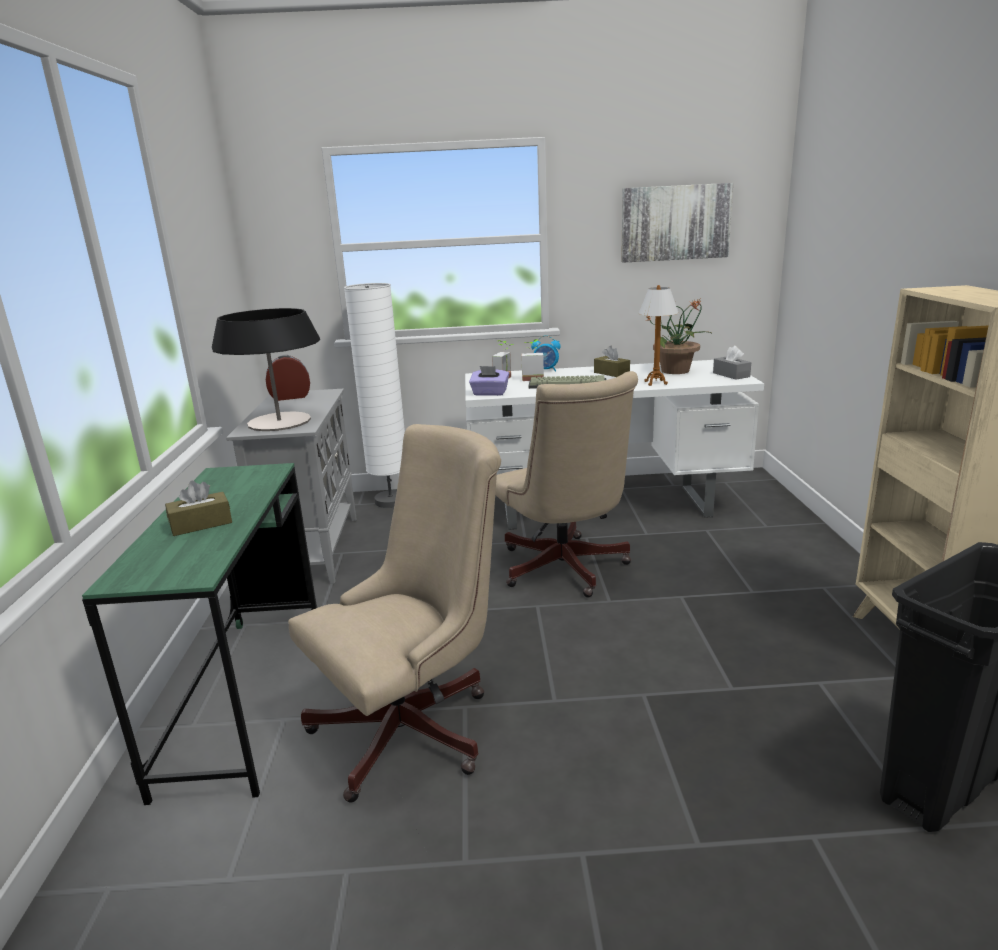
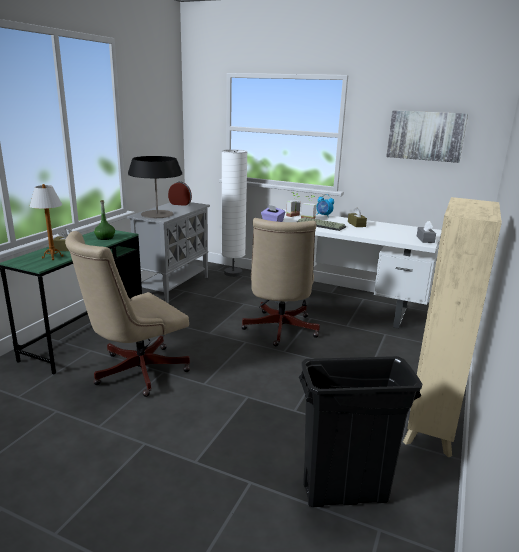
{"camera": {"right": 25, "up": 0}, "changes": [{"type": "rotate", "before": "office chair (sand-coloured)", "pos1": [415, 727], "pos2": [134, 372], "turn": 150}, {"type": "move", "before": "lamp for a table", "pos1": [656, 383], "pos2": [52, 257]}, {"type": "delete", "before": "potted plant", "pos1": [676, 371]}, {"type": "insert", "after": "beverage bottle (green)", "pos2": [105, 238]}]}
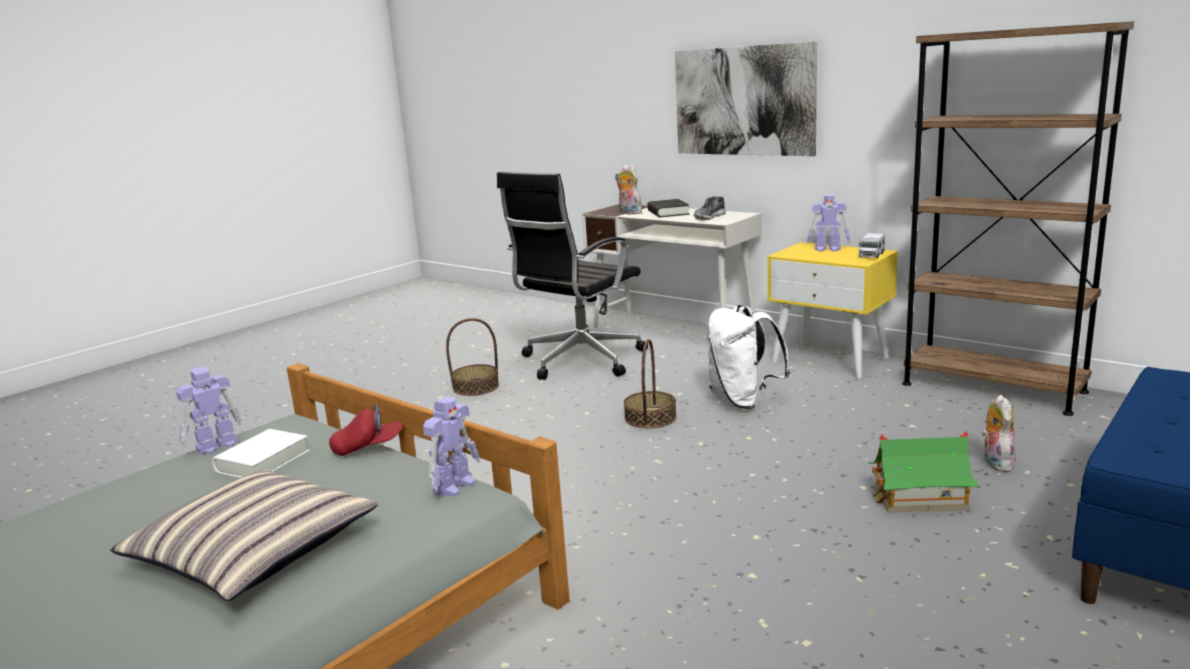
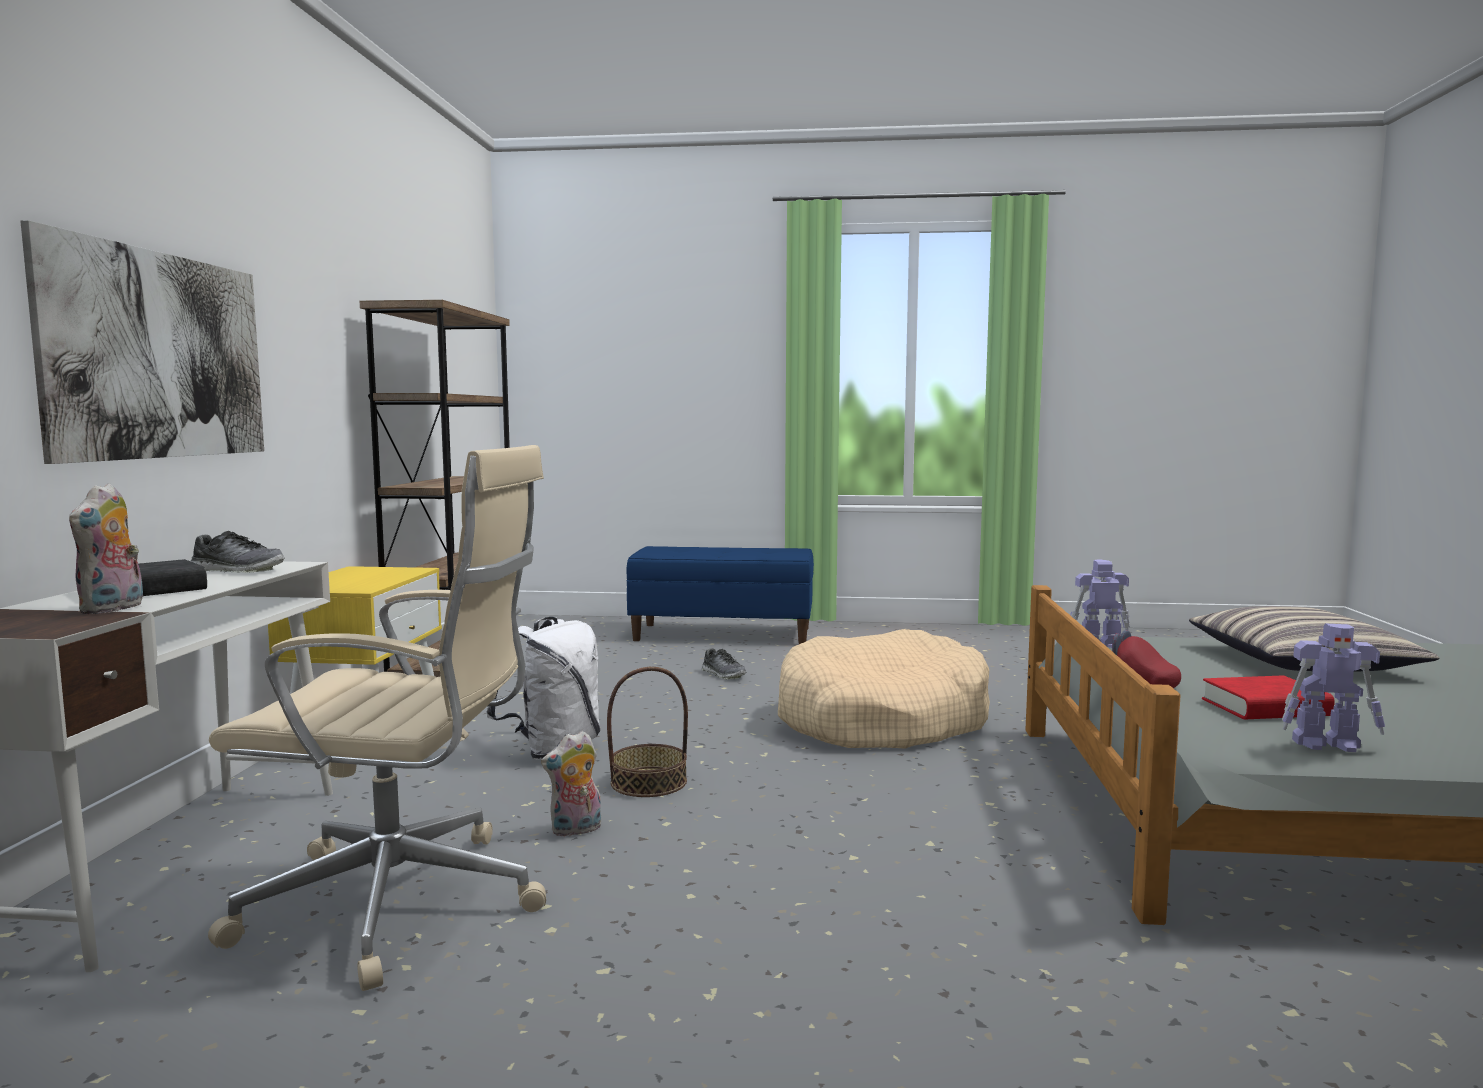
{"camera": {"right": -125, "up": -10}, "changes": [{"type": "recolor", "before": "book (whitish)", "after": "book (red-coloured)", "pos1": [263, 461], "pos2": [1265, 708]}, {"type": "delete", "before": "storage basket", "pos1": [476, 387]}, {"type": "recolor", "before": "office chair (black)", "after": "office chair (sand-coloured)", "pos1": [579, 361], "pos2": [403, 904]}, {"type": "delete", "before": "toy robot", "pos1": [828, 249]}, {"type": "delete", "before": "model truck", "pos1": [871, 255]}, {"type": "replace", "before": "toy house", "after": "low shoe", "pos1": [919, 498], "pos2": [723, 675]}, {"type": "move", "before": "soft toy", "pos1": [995, 463], "pos2": [575, 830]}, {"type": "insert", "after": "dog cushion (sand-coloured)", "pos2": [881, 719]}]}
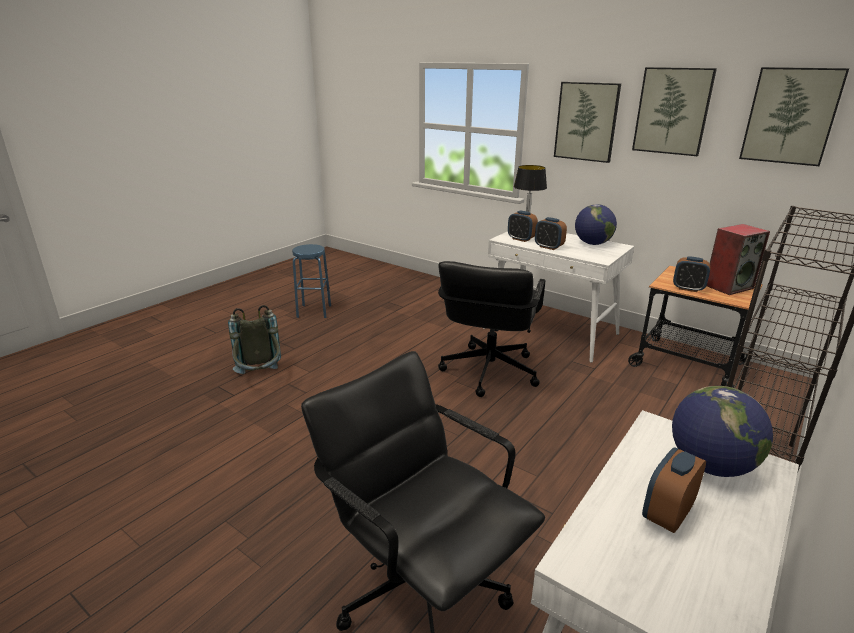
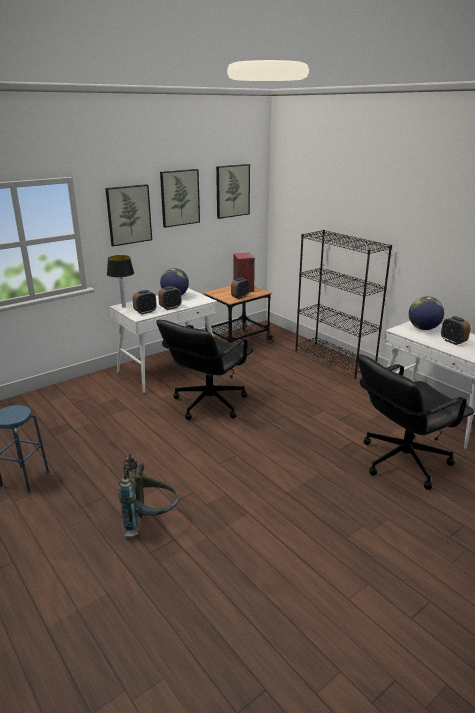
{"camera": {"right": -75, "up": 0}, "changes": [{"type": "rotate", "before": "office chair (black)", "pos1": [488, 371], "pos2": [208, 403], "turn": 90}]}
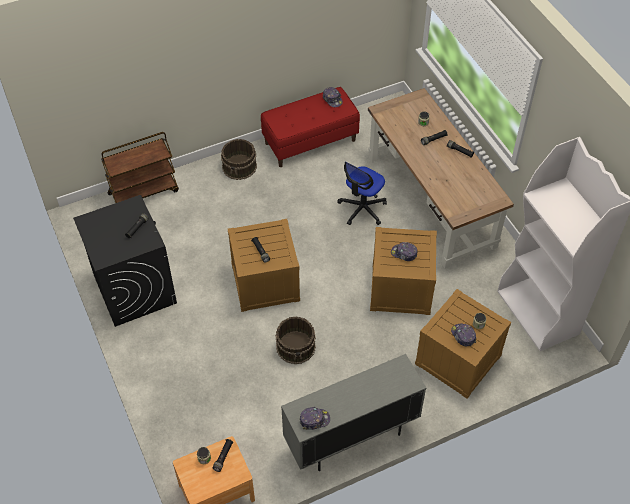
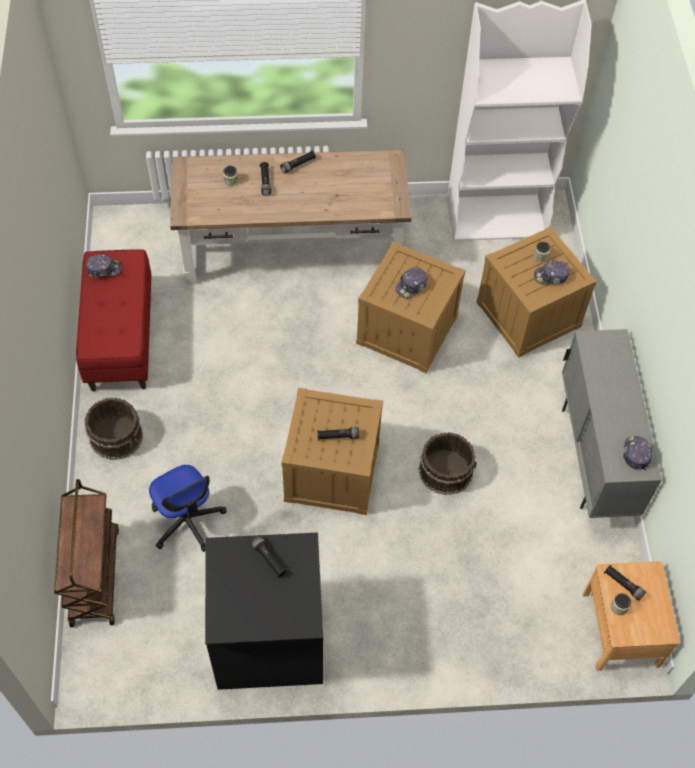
{"camera": {"right": -70, "up": 5}, "changes": [{"type": "move", "before": "office chair", "pos1": [362, 209], "pos2": [187, 521]}]}
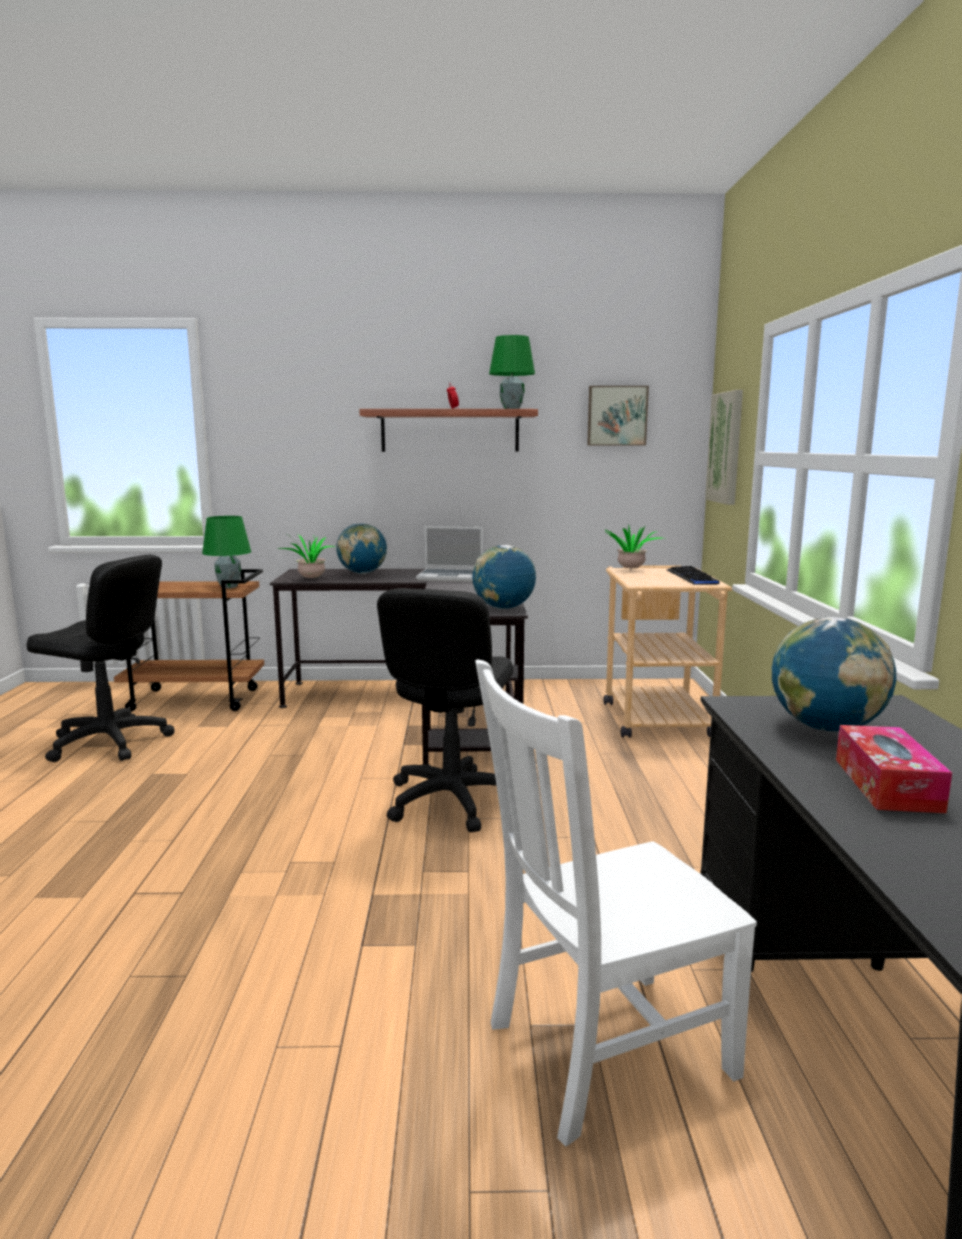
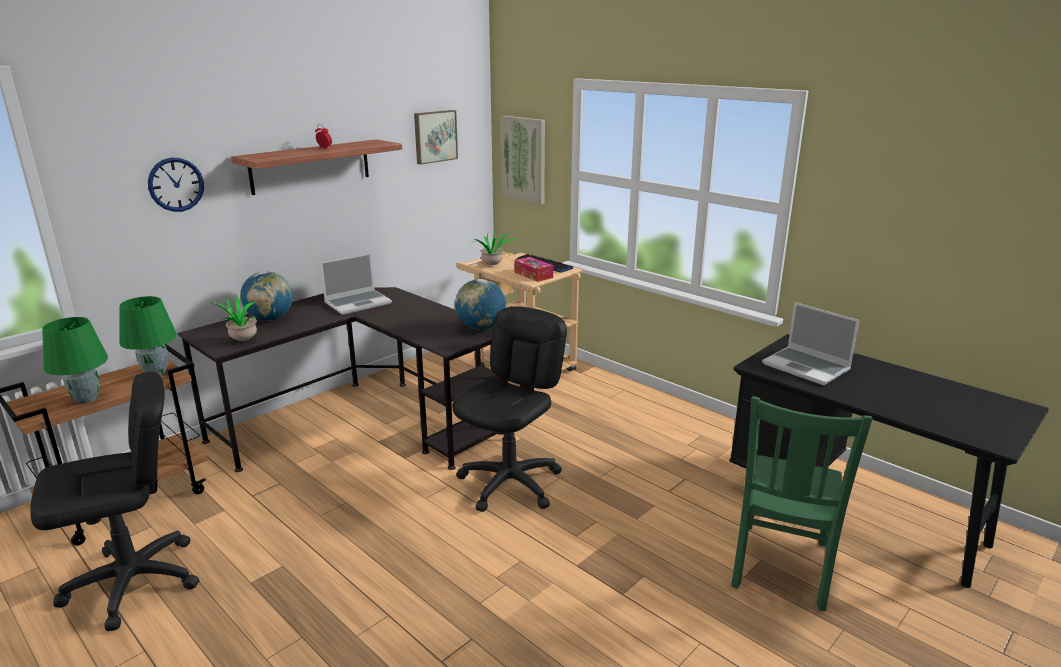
{"camera": {"right": -45, "up": 10}, "changes": [{"type": "rotate", "before": "office chair (black)", "pos1": [451, 800], "pos2": [510, 483], "turn": -120}, {"type": "recolor", "before": "chair (whitish)", "after": "chair (green)", "pos1": [602, 1051], "pos2": [780, 567]}, {"type": "move", "before": "lamp for a table (green)", "pos1": [511, 409], "pos2": [85, 399]}, {"type": "replace", "before": "world globe", "after": "laptop", "pos1": [826, 728], "pos2": [807, 367]}, {"type": "move", "before": "box of tissues", "pos1": [886, 784], "pos2": [533, 275]}, {"type": "insert", "after": "hanging clock", "pos2": [176, 184]}]}
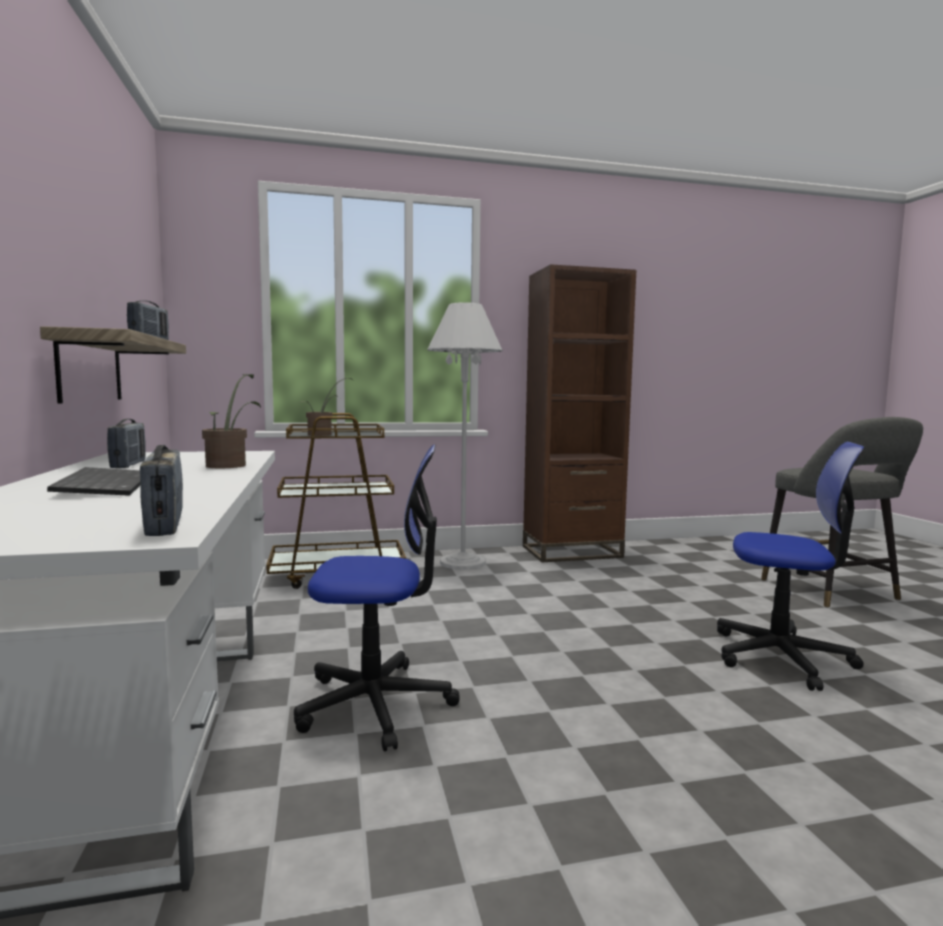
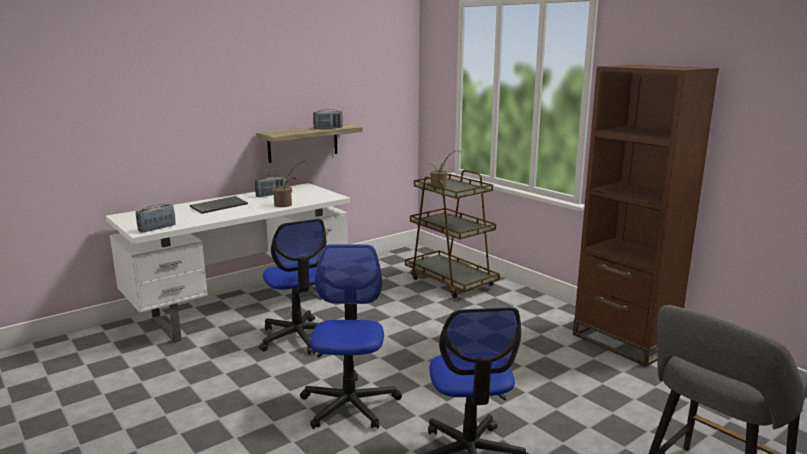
{"camera": {"right": 65, "up": 10}, "changes": [{"type": "delete", "before": "standard lamp (whitish)", "pos1": [463, 562]}, {"type": "insert", "after": "office chair", "pos2": [349, 405]}]}
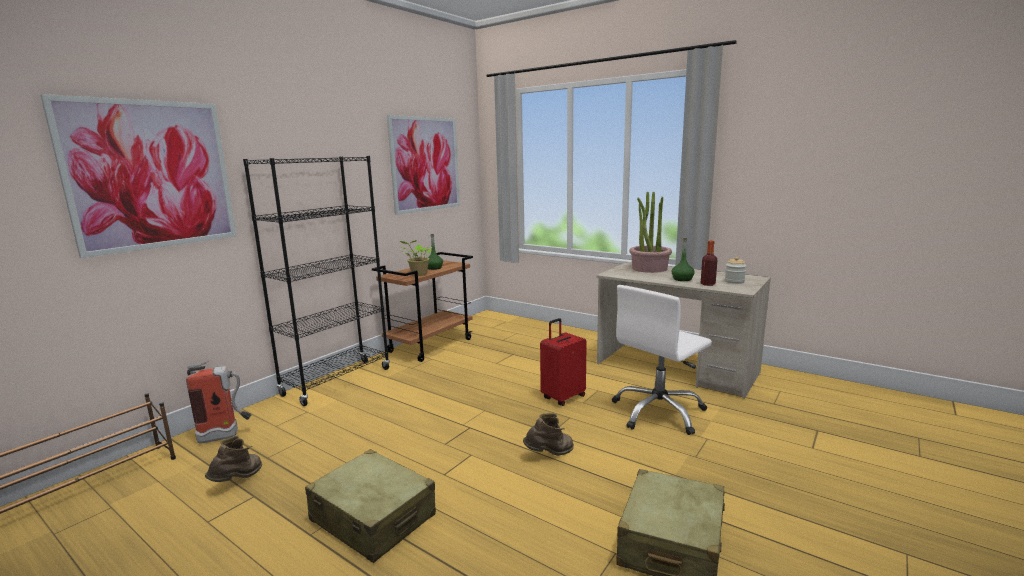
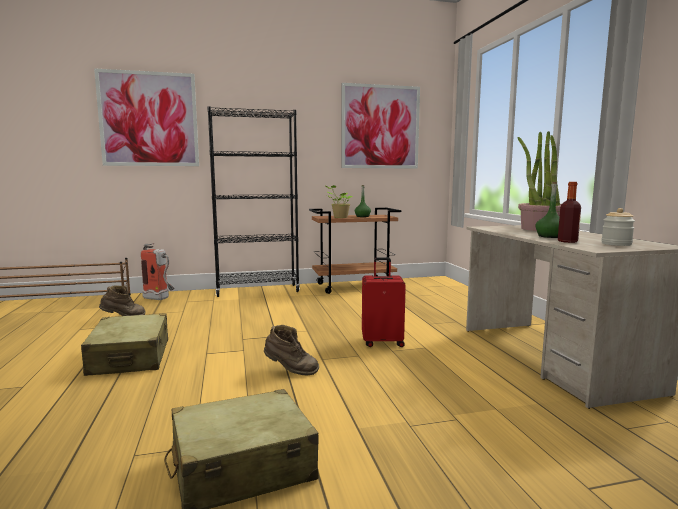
{"camera": {"right": 40, "up": -5}, "changes": [{"type": "delete", "before": "office chair (whitish)", "pos1": [659, 412]}]}
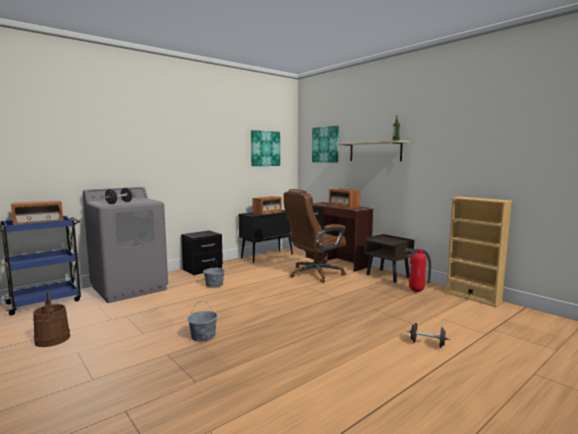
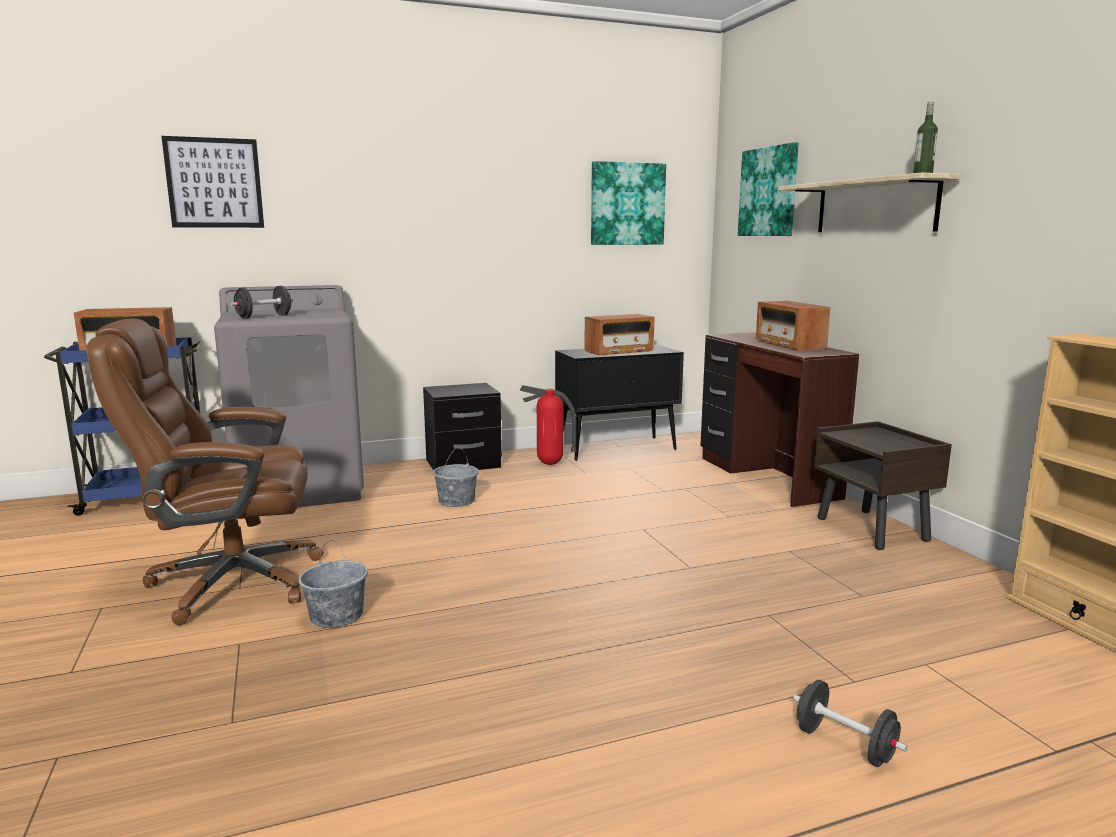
{"camera": {"right": 20, "up": 5}, "changes": [{"type": "delete", "before": "pail (brown)", "pos1": [52, 339]}, {"type": "move", "before": "office chair (brown)", "pos1": [314, 274], "pos2": [231, 582]}, {"type": "move", "before": "fire-fighting cylinder", "pos1": [416, 291], "pos2": [549, 464]}, {"type": "insert", "after": "wall picture", "pos2": [214, 183]}]}
